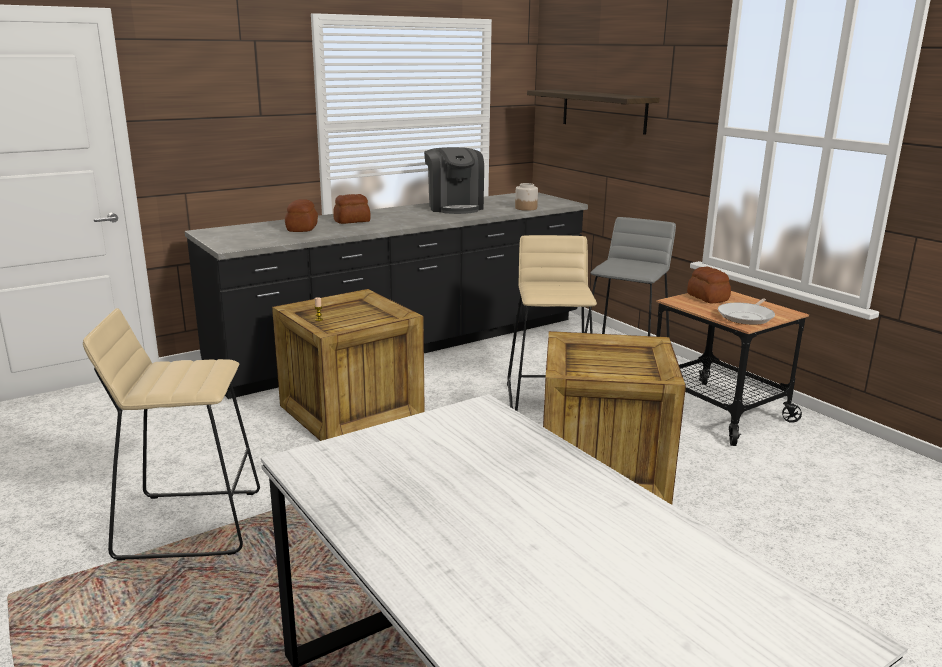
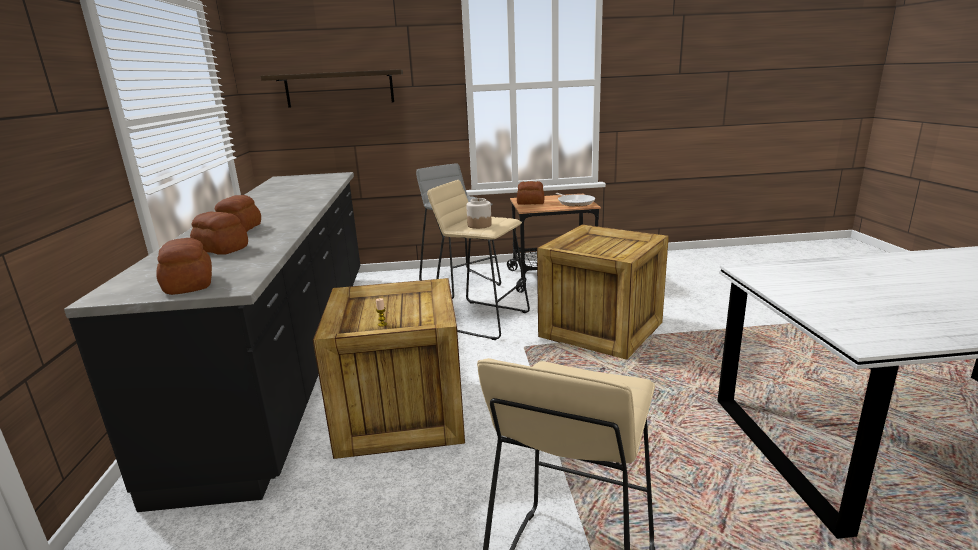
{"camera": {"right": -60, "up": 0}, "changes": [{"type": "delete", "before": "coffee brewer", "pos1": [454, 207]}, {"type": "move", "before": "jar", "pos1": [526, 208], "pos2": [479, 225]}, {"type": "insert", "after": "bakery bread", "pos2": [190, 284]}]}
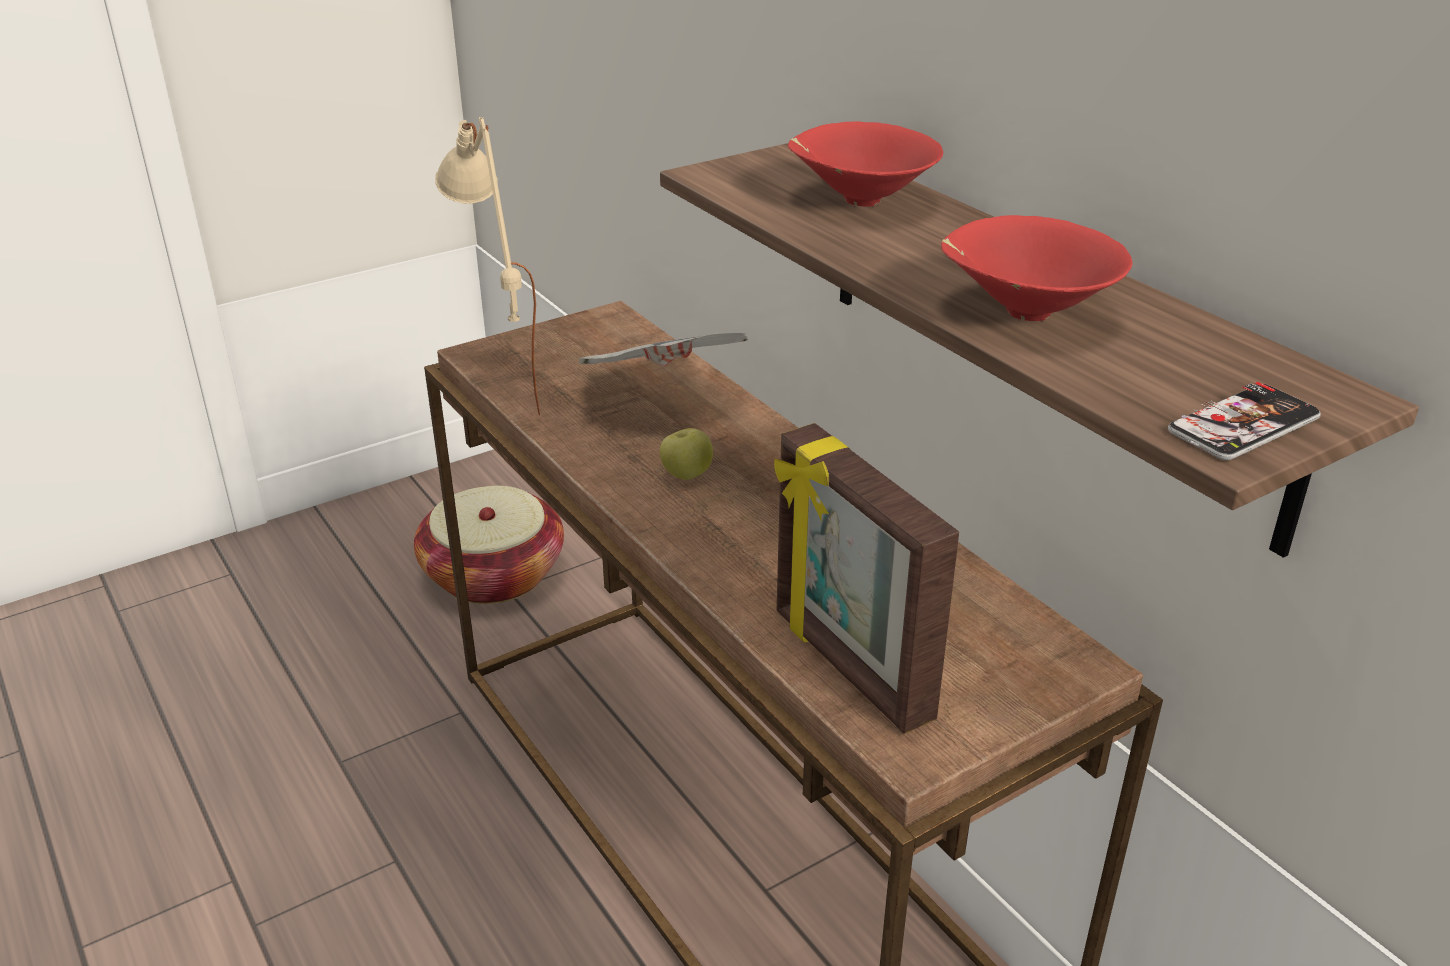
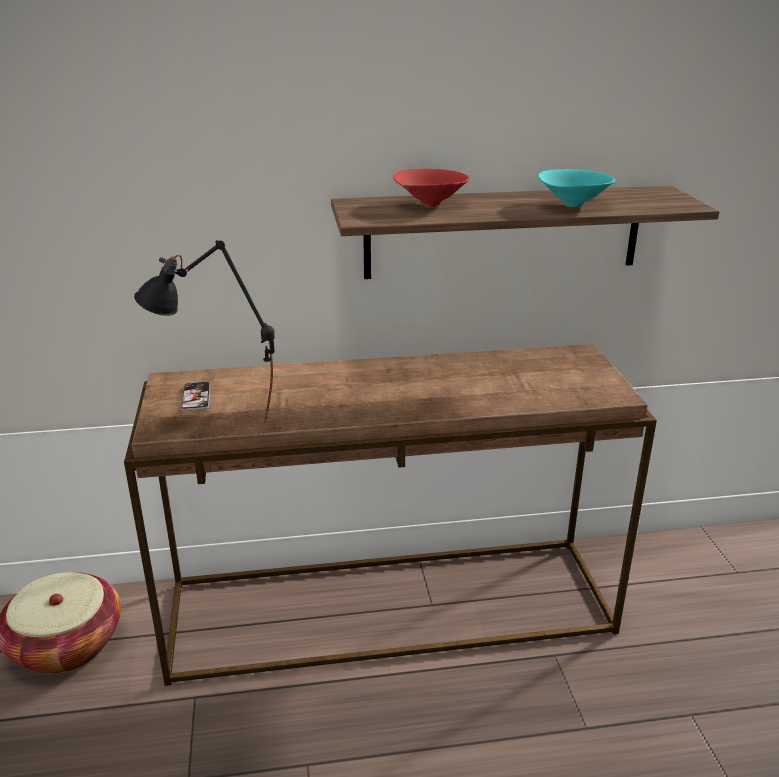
{"camera": {"right": -65, "up": -5}, "changes": [{"type": "recolor", "before": "lamp for a table (sand-coloured)", "after": "lamp for a table (black)", "pos1": [501, 389], "pos2": [218, 429]}, {"type": "delete", "before": "printed paper", "pos1": [662, 392]}, {"type": "delete", "before": "apple", "pos1": [686, 475]}, {"type": "delete", "before": "photo frame", "pos1": [848, 666]}, {"type": "recolor", "before": "serving bowl (red-coloured)", "after": "serving bowl (turquoise)", "pos1": [1024, 312], "pos2": [571, 205]}, {"type": "move", "before": "telephone", "pos1": [1243, 424], "pos2": [196, 397]}]}
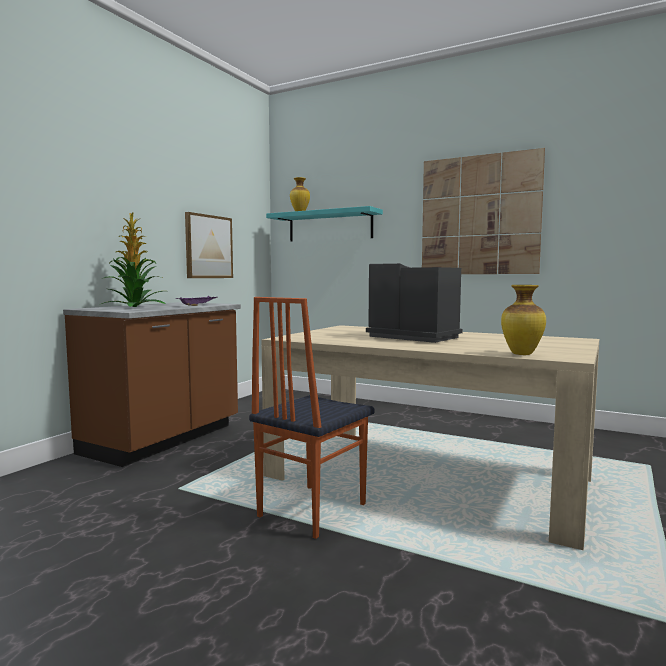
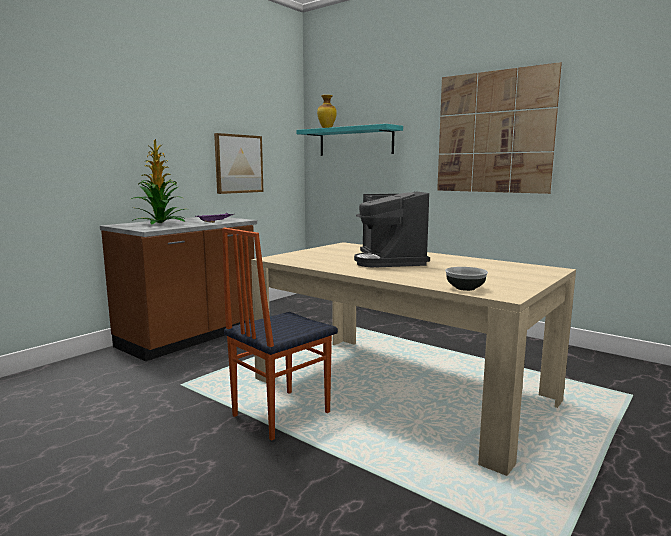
{"camera": {"right": 10, "up": 5}, "changes": [{"type": "rotate", "before": "coffee brewer", "pos1": [413, 337], "pos2": [390, 261], "turn": -150}, {"type": "replace", "before": "vase", "after": "serving bowl", "pos1": [522, 354], "pos2": [465, 288]}]}
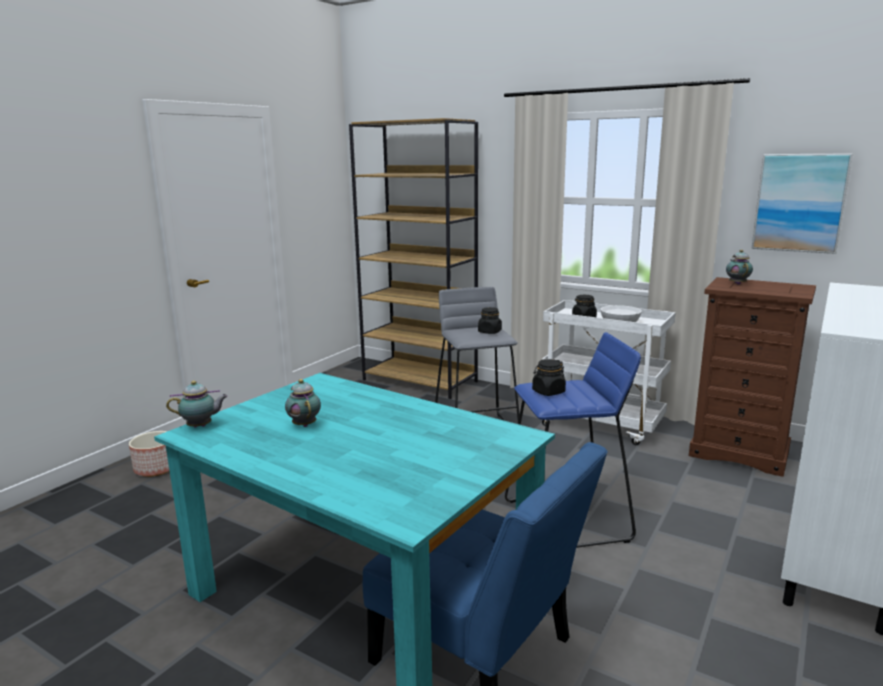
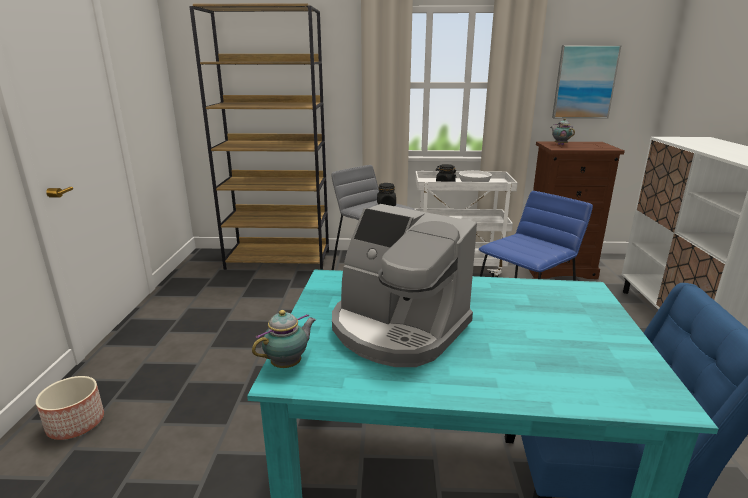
{"camera": {"right": -30, "up": 5}, "changes": [{"type": "replace", "before": "tea pot", "after": "coffee brewer", "pos1": [304, 424], "pos2": [397, 329]}, {"type": "delete", "before": "jar (black)", "pos1": [548, 392]}]}
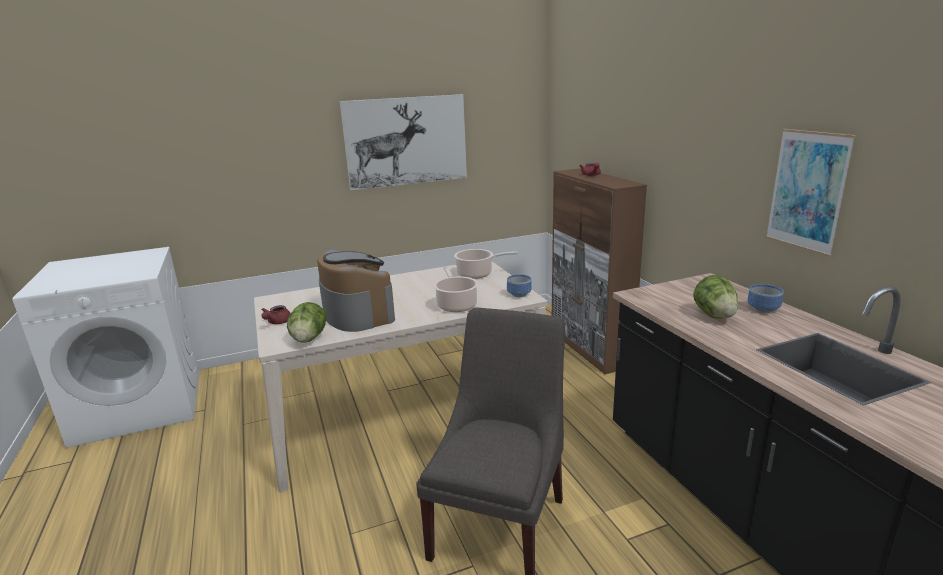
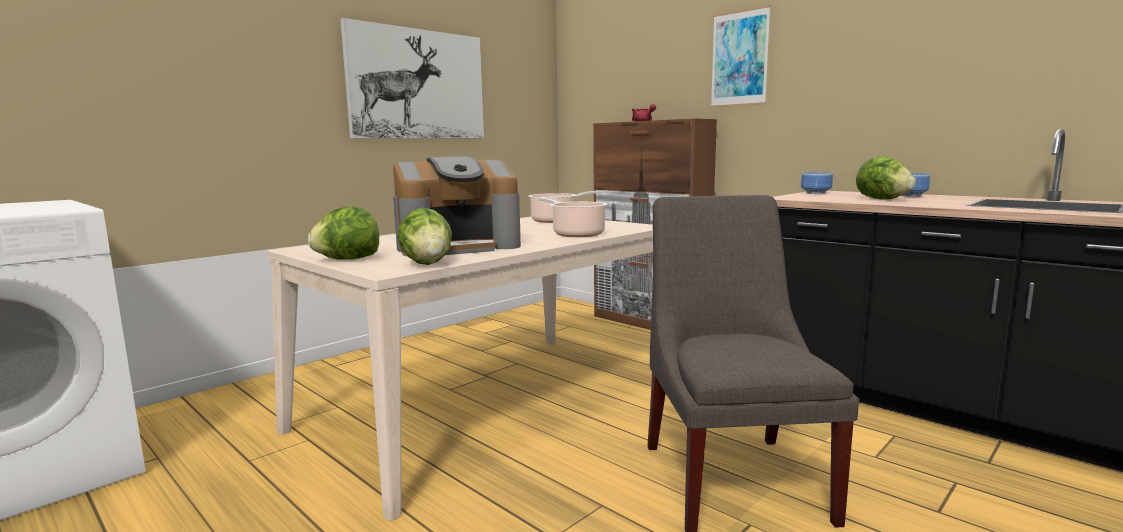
{"camera": {"right": -25, "up": -10}, "changes": [{"type": "replace", "before": "tea pot (red-coloured)", "after": "lettuce head", "pos1": [277, 322], "pos2": [348, 259]}, {"type": "rotate", "before": "coffee brewer", "pos1": [357, 313], "pos2": [458, 246], "turn": 120}, {"type": "move", "before": "serving bowl", "pos1": [518, 295], "pos2": [815, 193]}, {"type": "move", "before": "wall picture", "pos1": [807, 191], "pos2": [739, 58]}]}
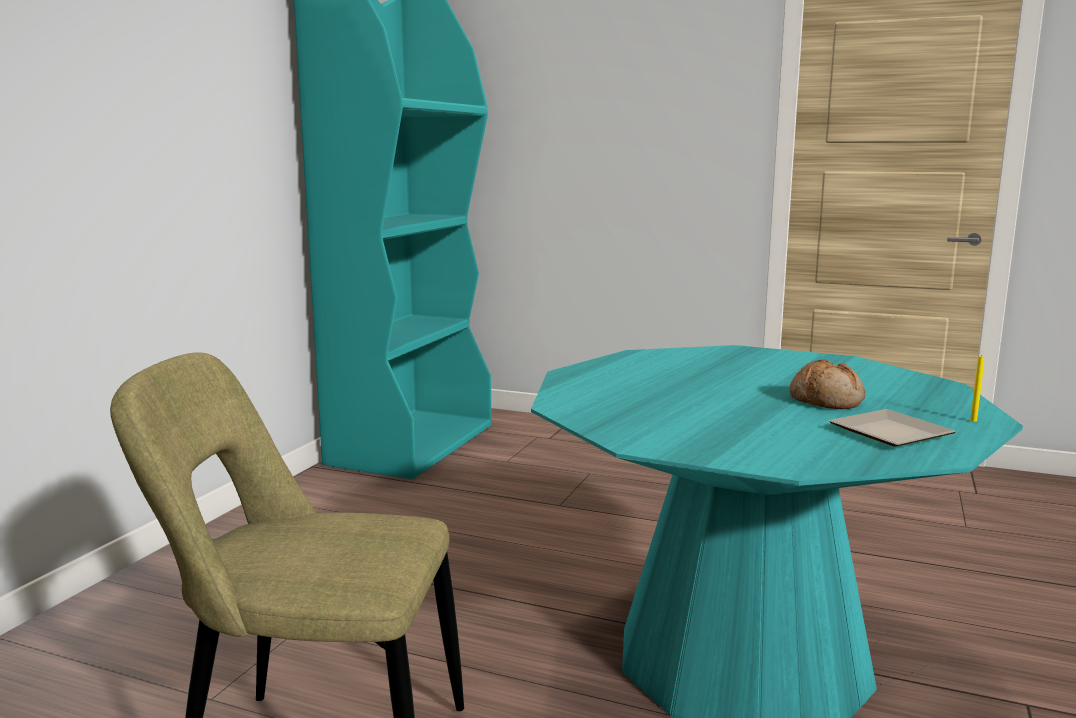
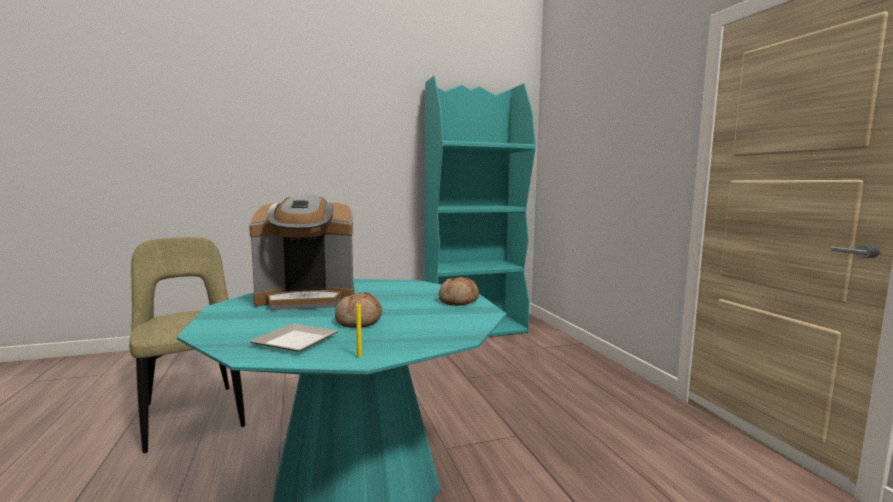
{"camera": {"right": 50, "up": -5}, "changes": [{"type": "insert", "after": "coffee brewer", "pos2": [307, 299]}, {"type": "insert", "after": "bakery bread", "pos2": [459, 301]}]}
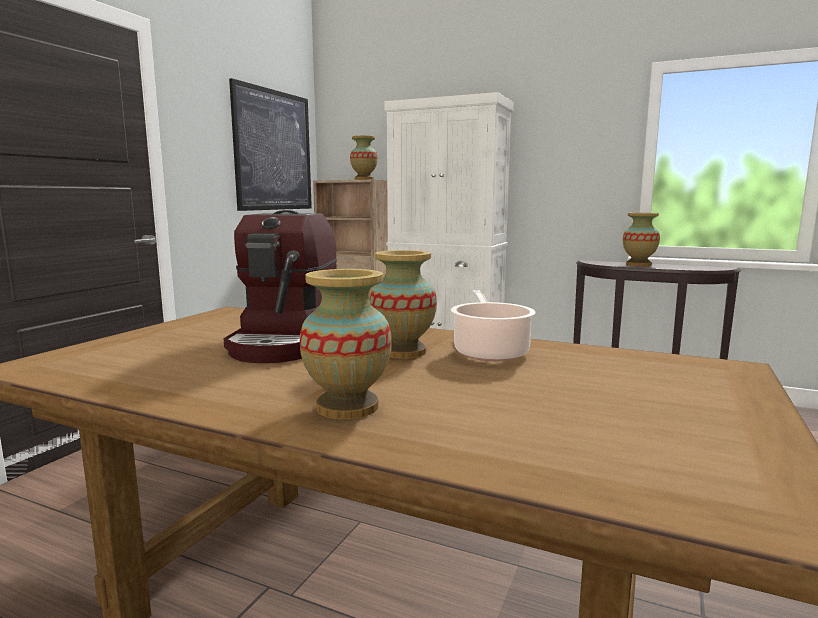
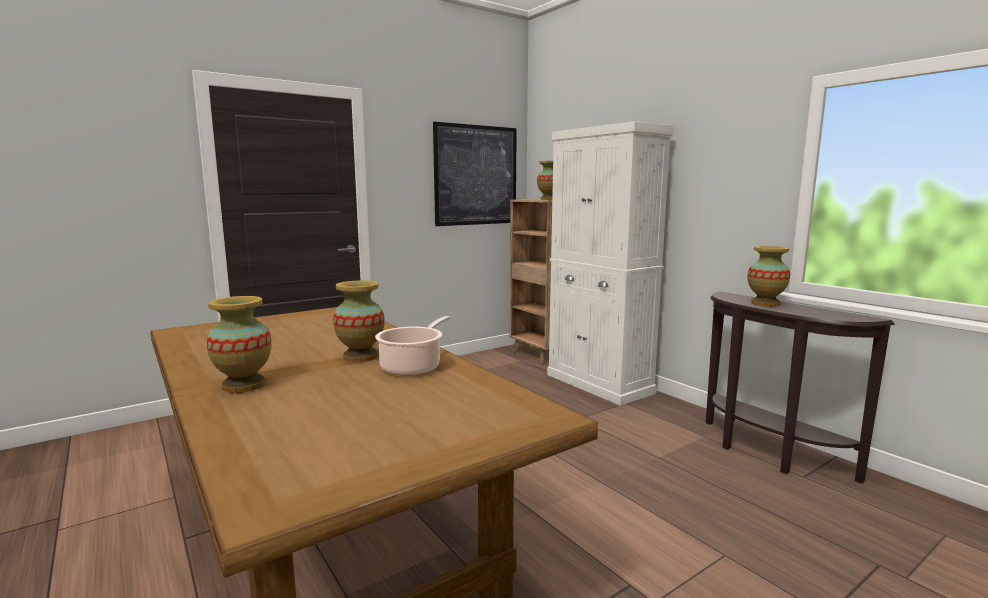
{"camera": {"right": 30, "up": 0}, "changes": [{"type": "delete", "before": "coffee brewer", "pos1": [286, 342]}]}
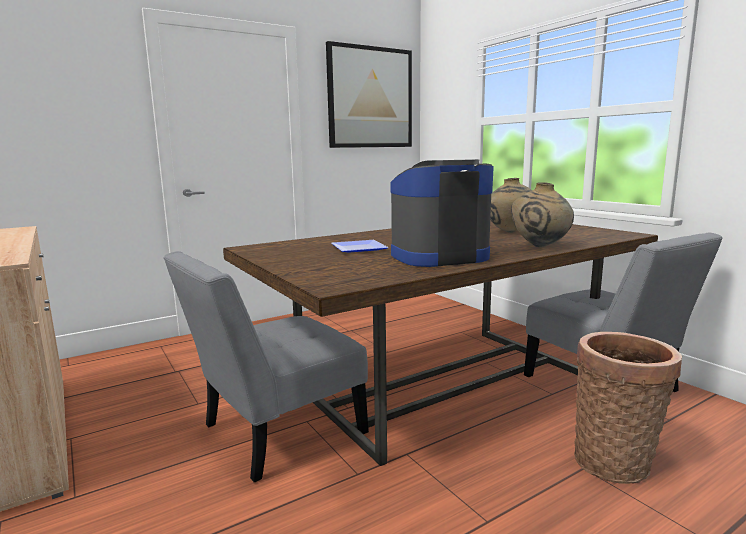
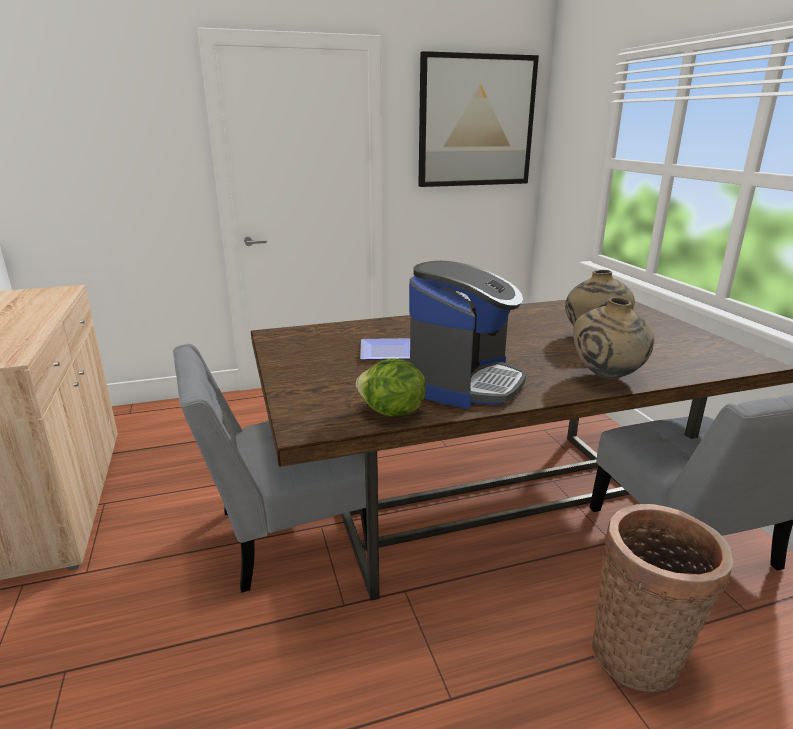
{"camera": {"right": 15, "up": 10}, "changes": [{"type": "rotate", "before": "coffee brewer", "pos1": [438, 256], "pos2": [465, 382], "turn": 120}, {"type": "insert", "after": "lettuce head", "pos2": [391, 413]}]}
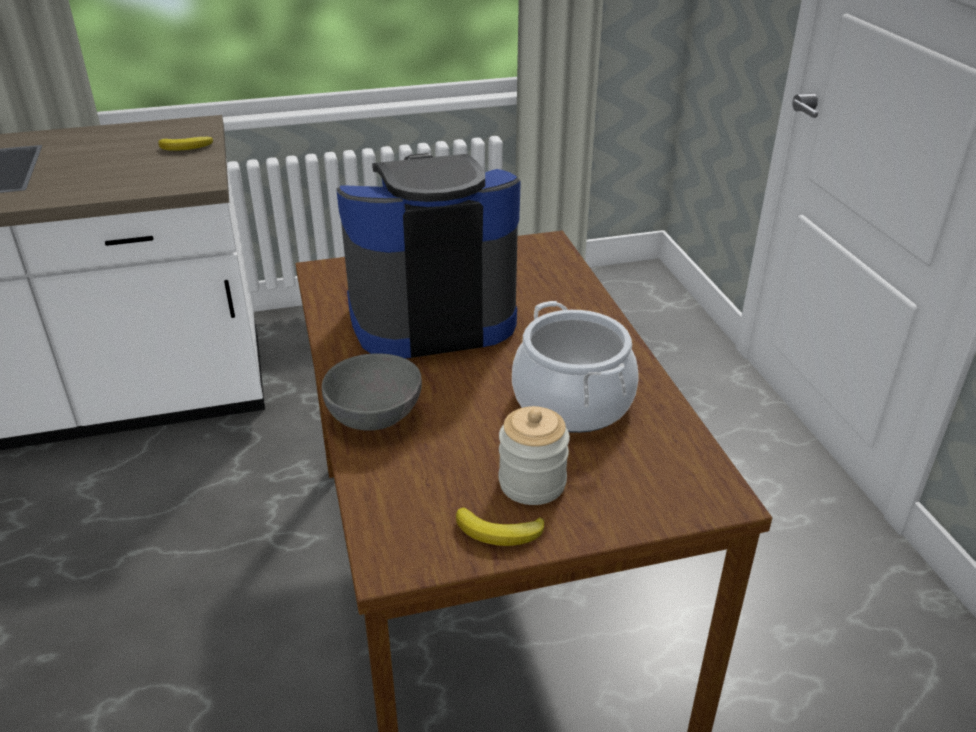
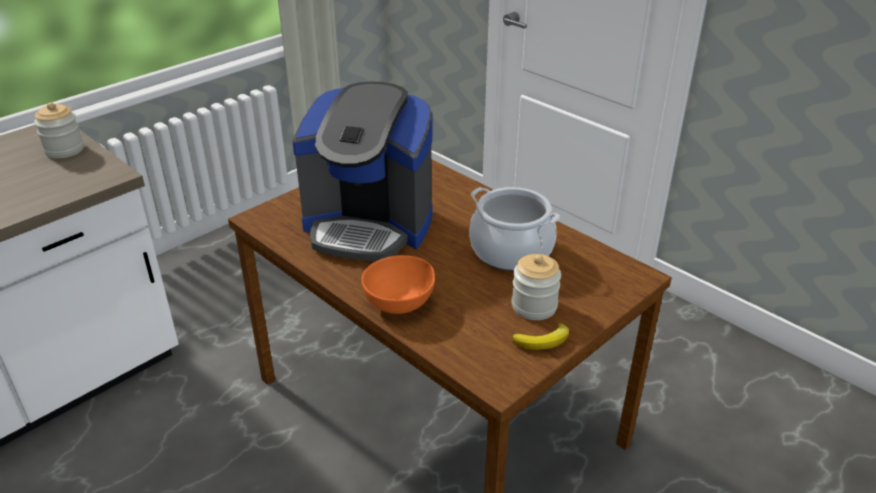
{"camera": {"right": -30, "up": 0}, "changes": [{"type": "replace", "before": "whole banana", "after": "jar", "pos1": [188, 147], "pos2": [64, 150]}, {"type": "recolor", "before": "serving bowl (greyish)", "after": "serving bowl (orangey)", "pos1": [376, 418], "pos2": [401, 303]}, {"type": "rotate", "before": "coffee brewer", "pos1": [431, 316], "pos2": [369, 226], "turn": -120}]}
